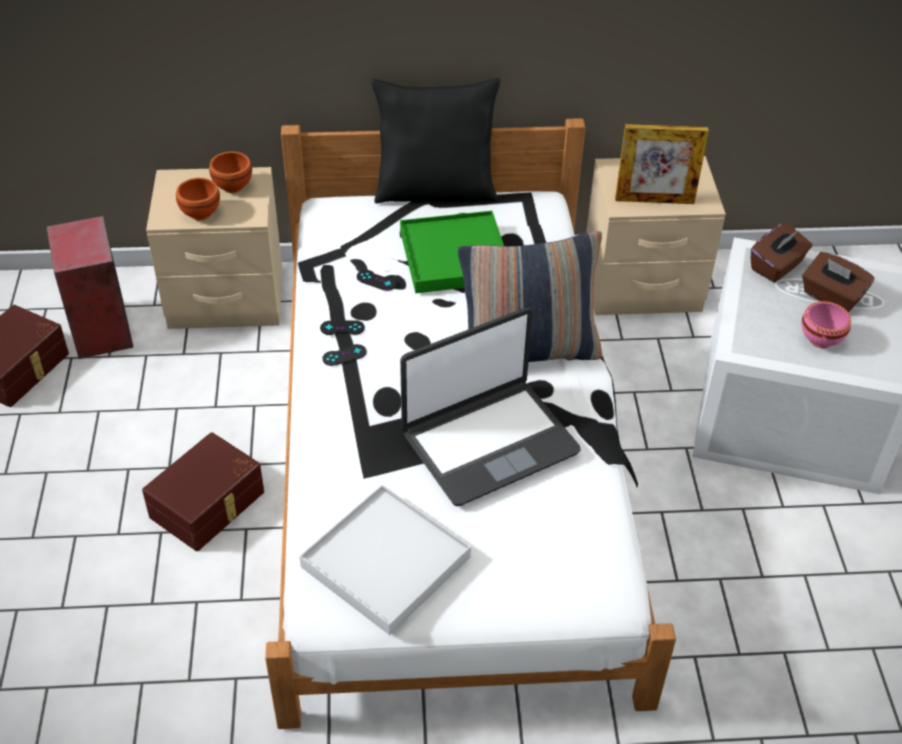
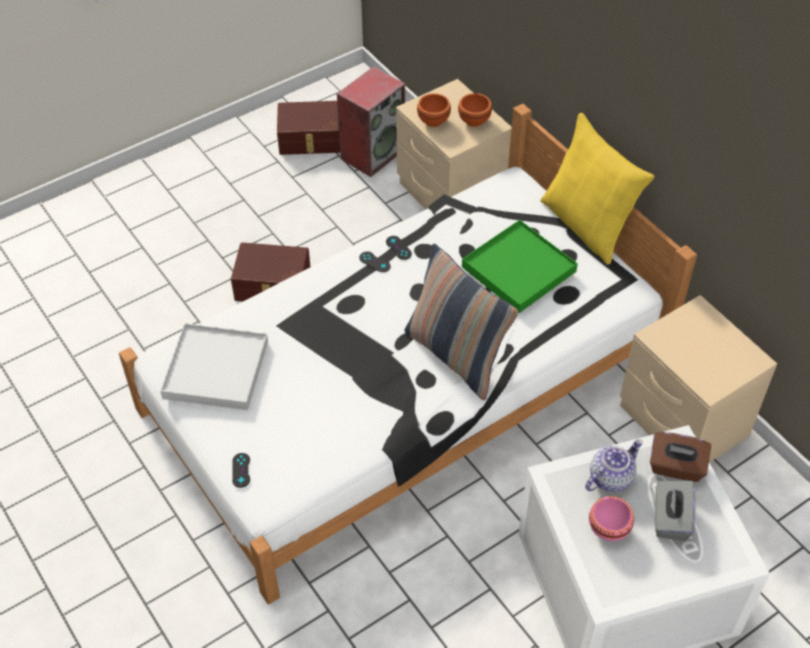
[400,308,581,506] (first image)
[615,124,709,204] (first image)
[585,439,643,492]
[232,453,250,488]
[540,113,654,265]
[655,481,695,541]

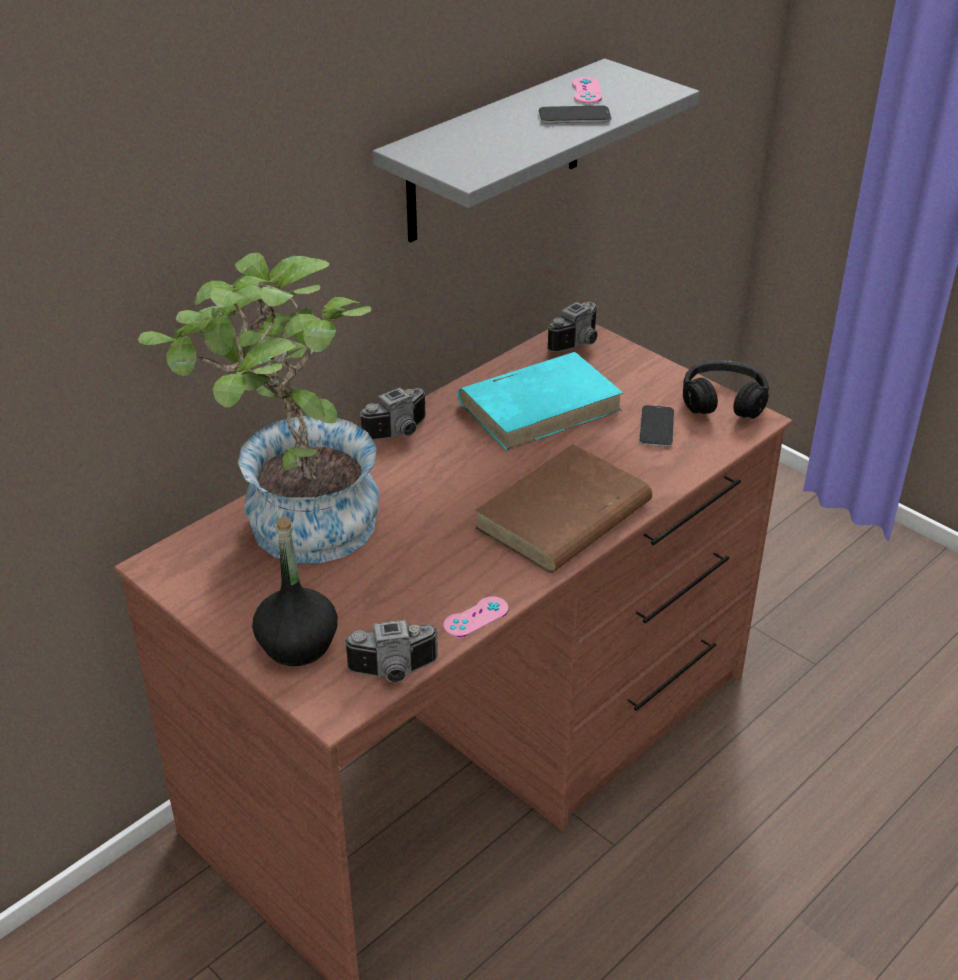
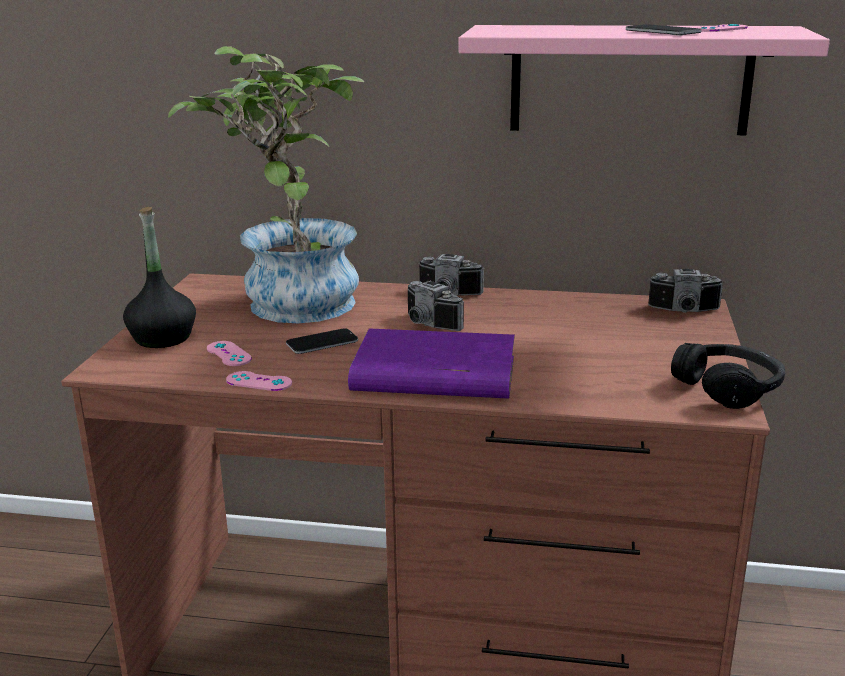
[458,352,623,451] (first image)
[207,341,252,366]
[408,281,464,331]
[286,328,358,354]
[458,25,830,135]
[348,328,515,399]

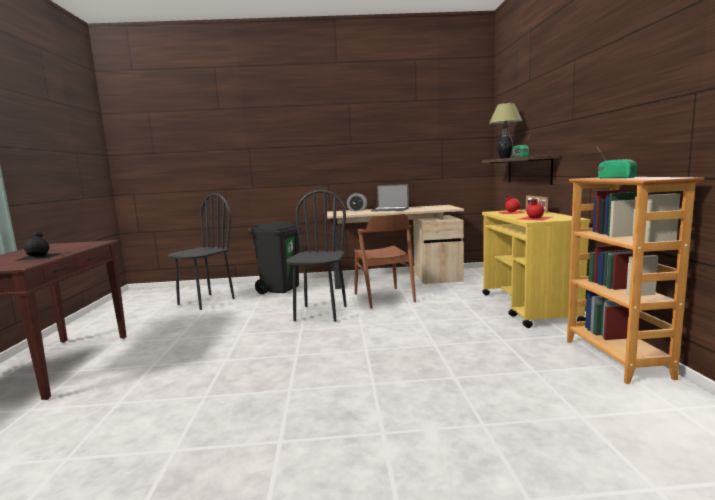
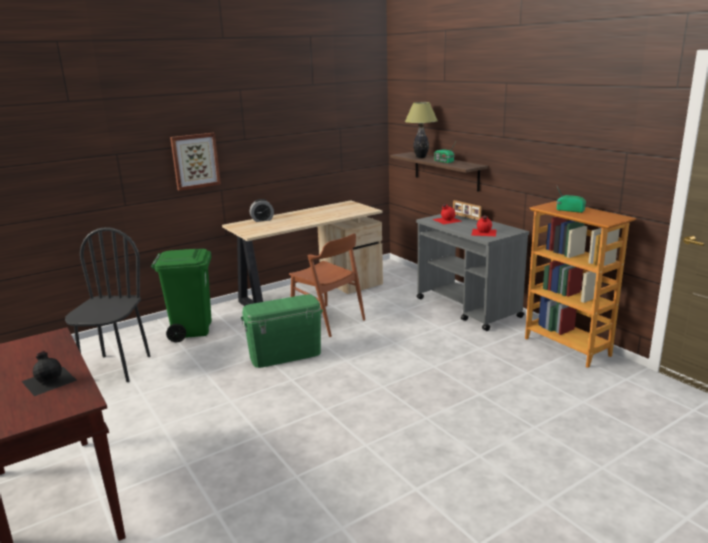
[371,184,409,212] (first image)
[170,133,221,191]
[241,294,323,368]
[151,249,212,342]
[416,214,529,331]

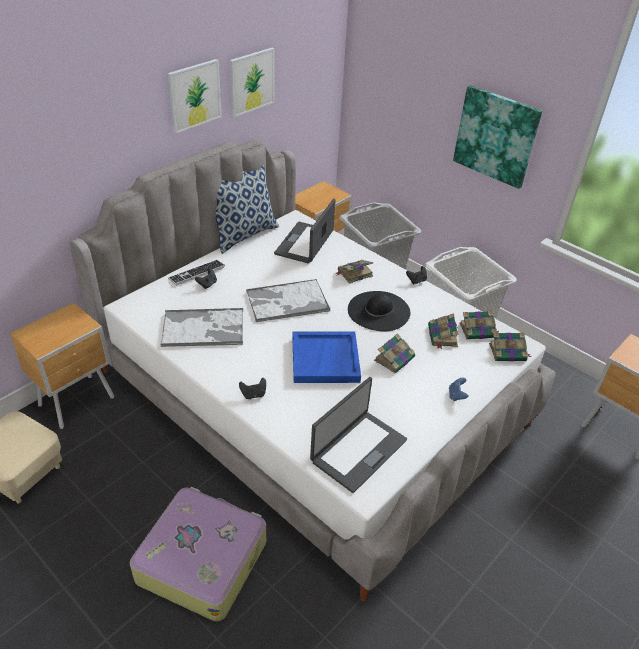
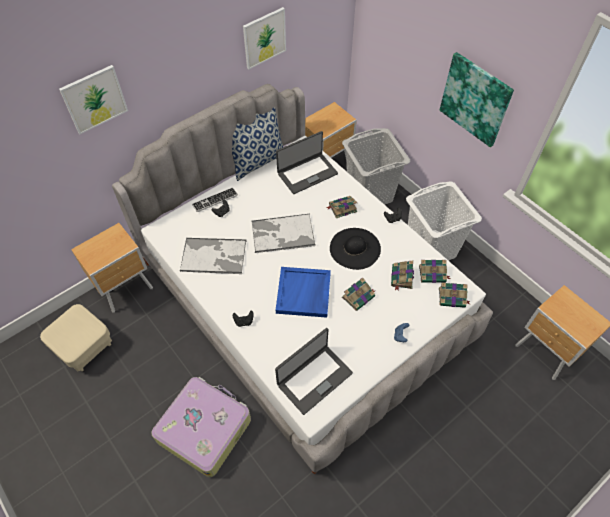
[59,65,128,134]
[276,131,338,194]

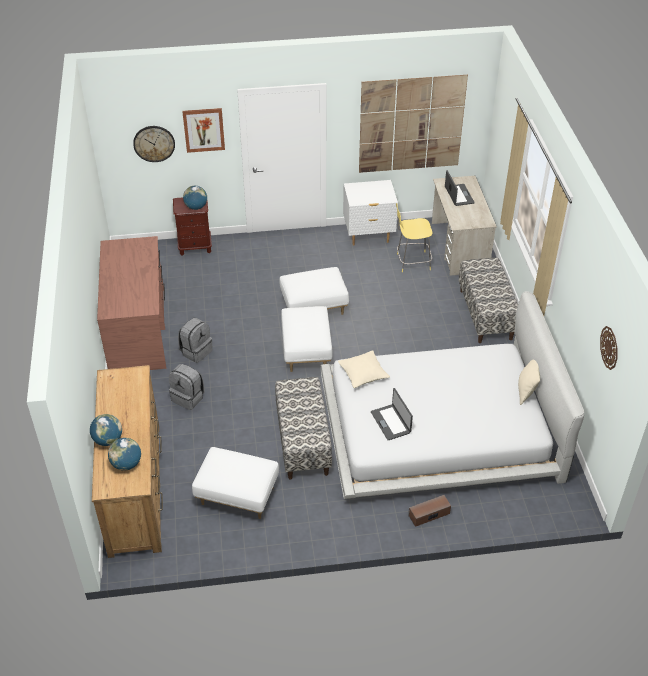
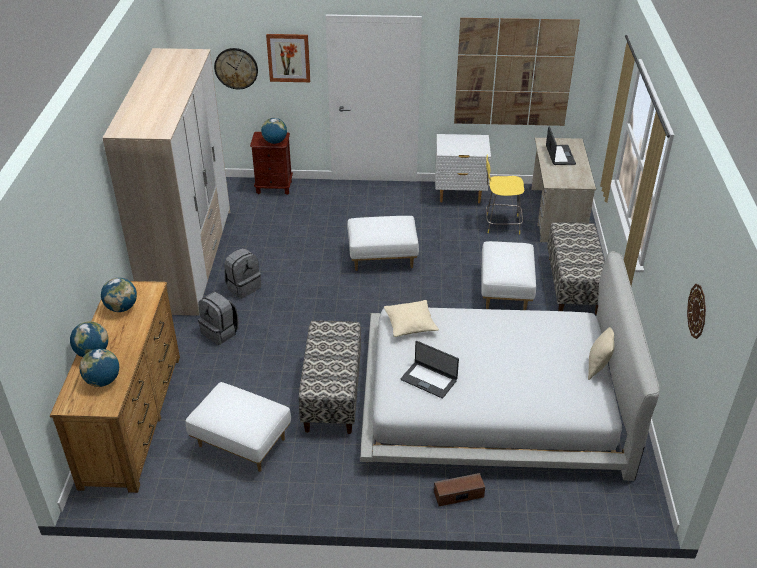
[101,278,137,312]
[481,241,536,310]
[103,48,230,316]
[401,341,459,399]

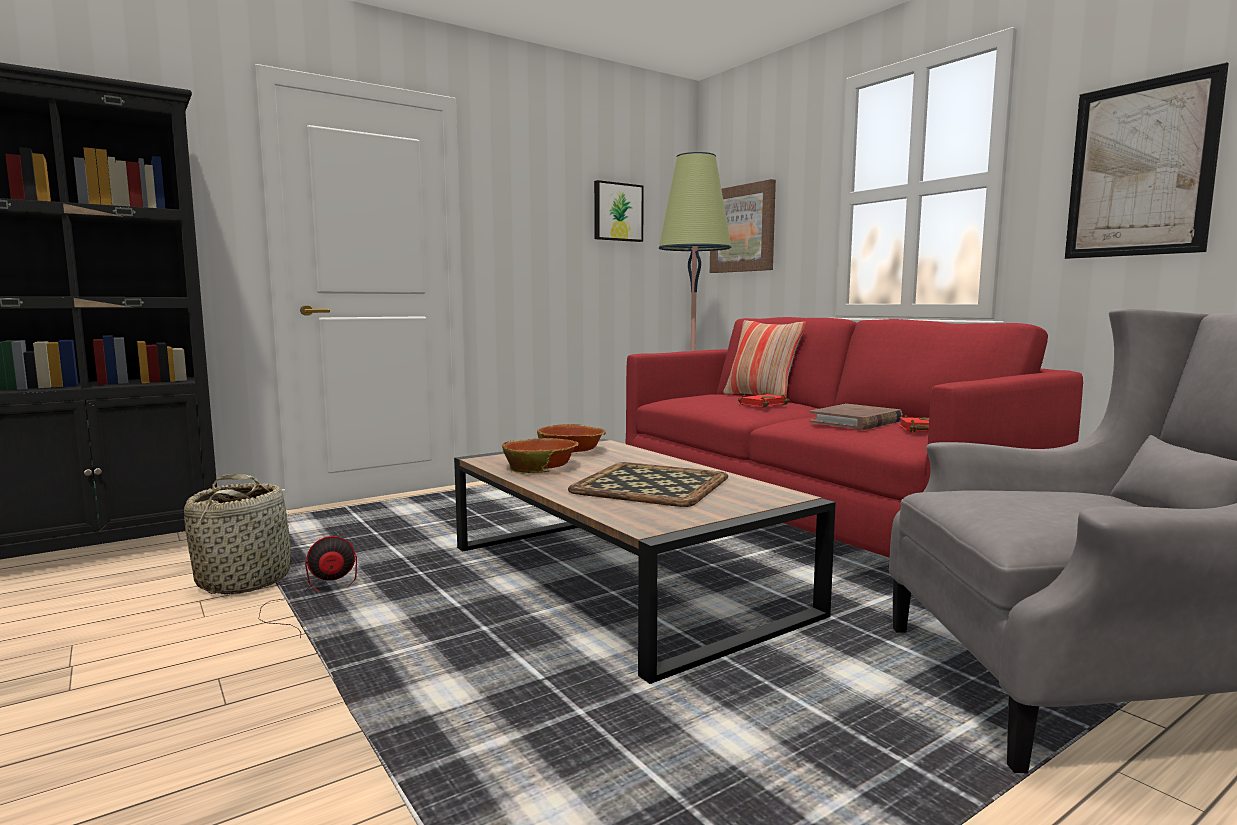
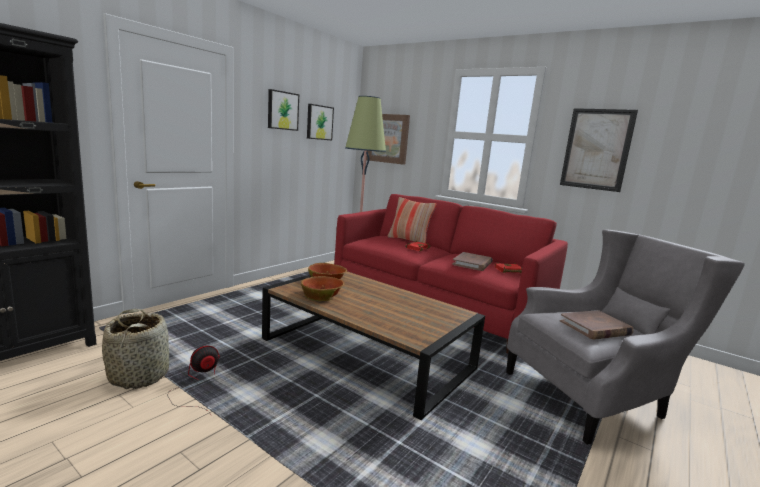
[568,462,728,507] (first image)
[268,89,299,131]
[560,310,634,340]

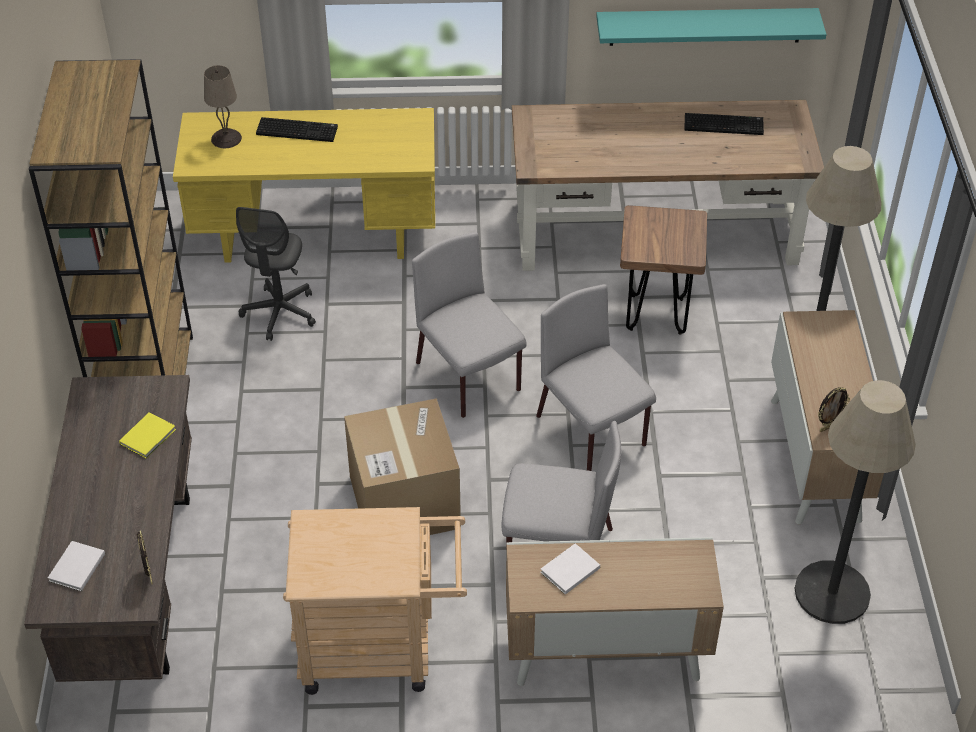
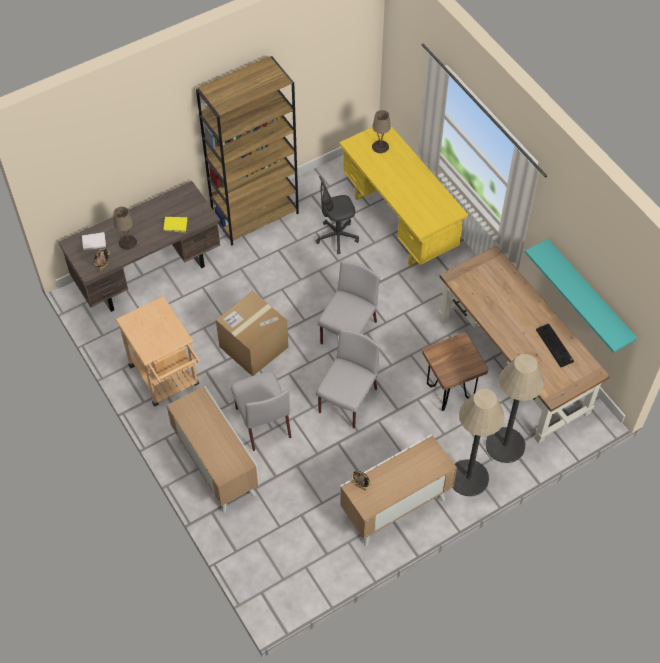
[256,117,338,142] (first image)
[540,543,600,595] (first image)
[114,207,137,250]
[486,354,544,463]

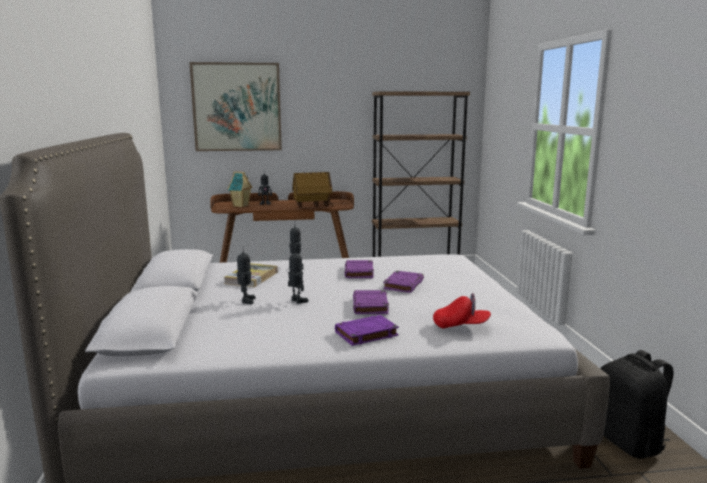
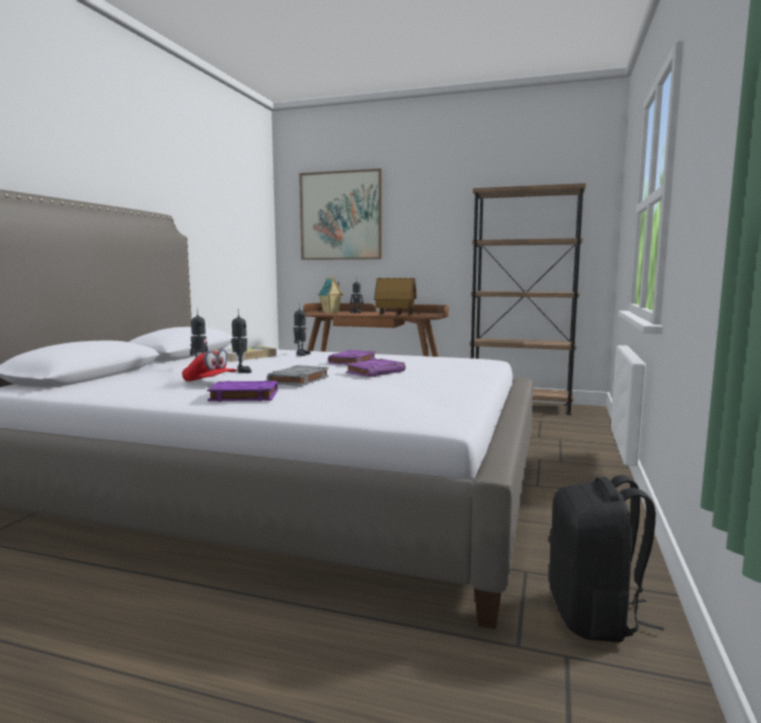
[182,349,237,382]
[267,365,329,386]

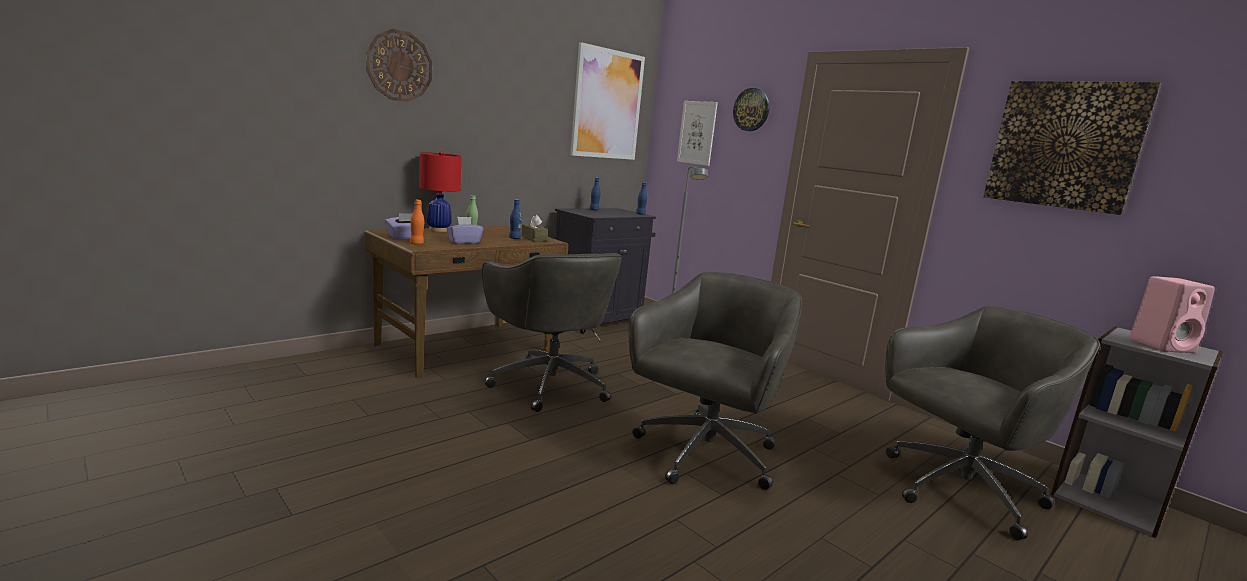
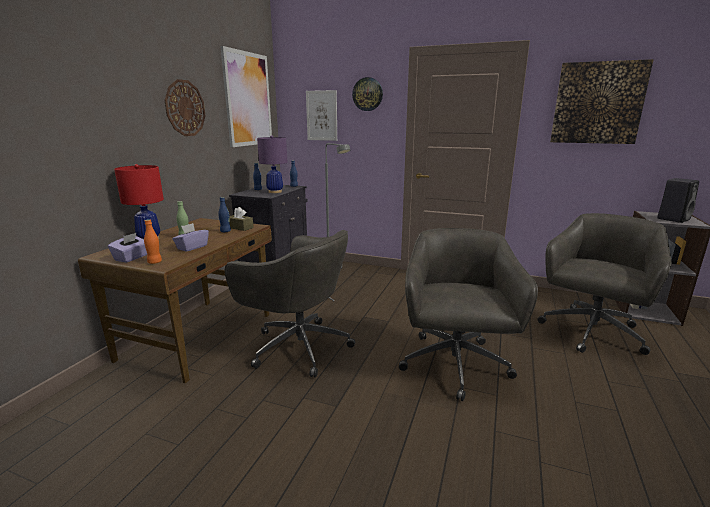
[257,135,287,193]
[165,79,205,136]
[657,178,699,223]

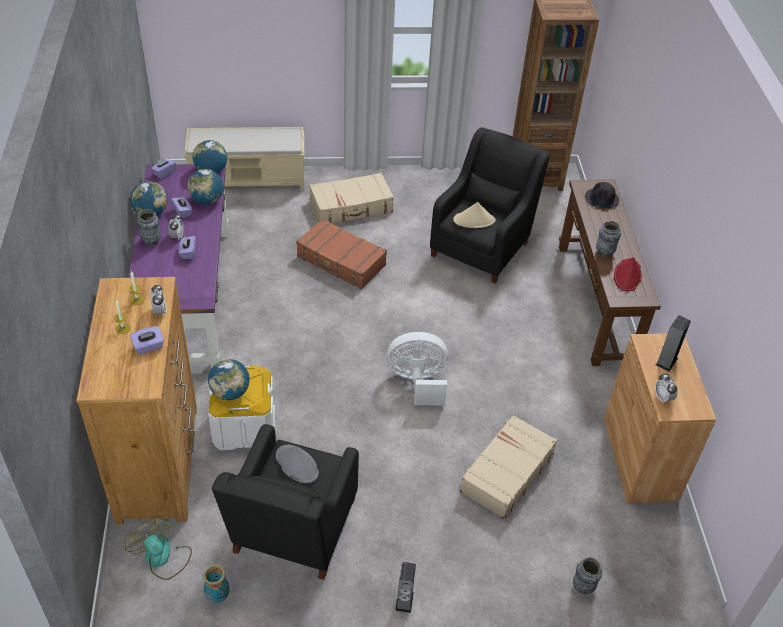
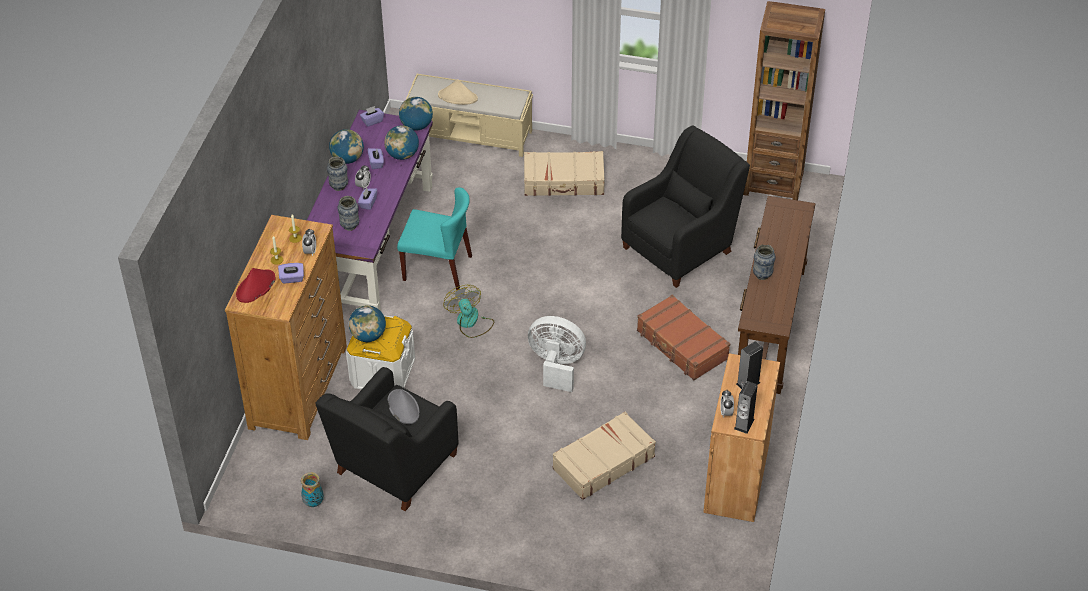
[585,182,619,209] (first image)
[397,187,472,290]
[443,285,494,338]
[637,295,730,380]
[734,381,758,434]
[438,79,478,105]
[337,196,359,231]
[236,268,275,303]

